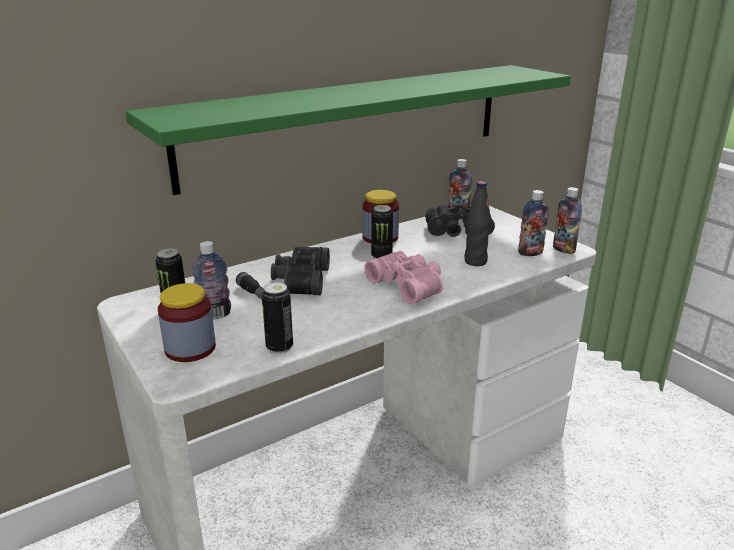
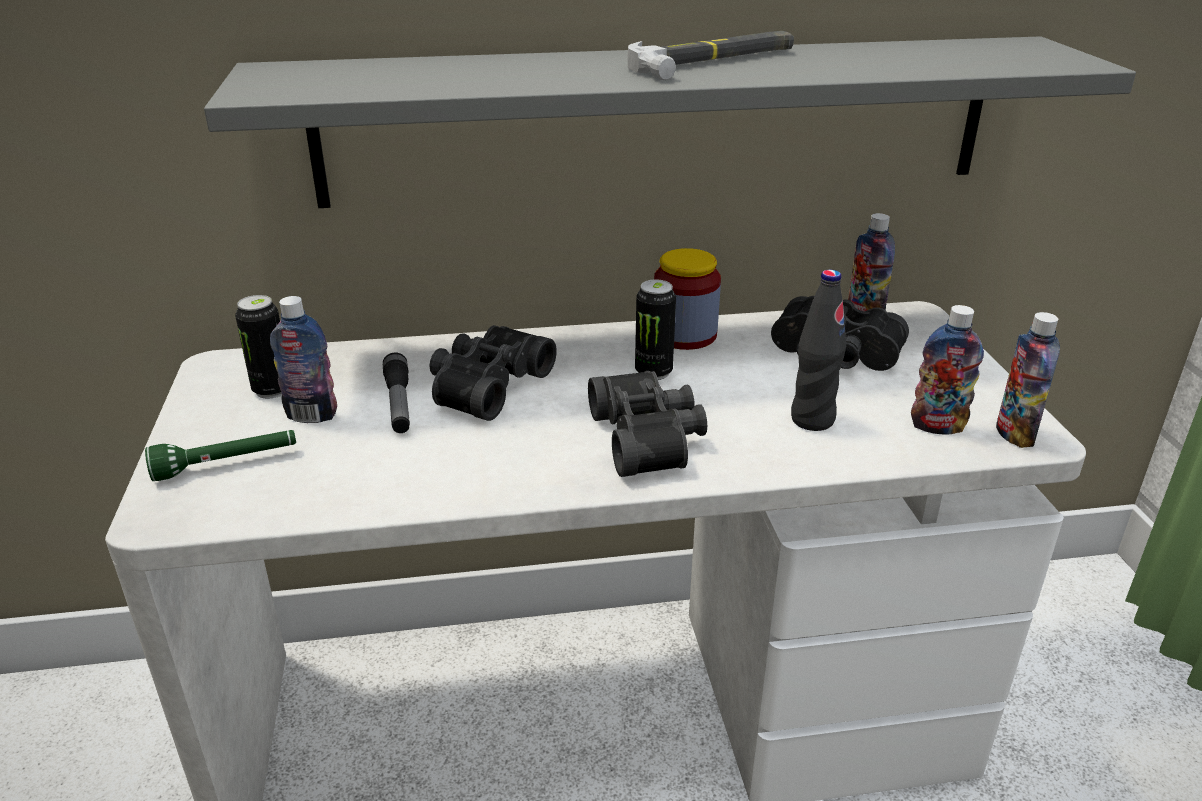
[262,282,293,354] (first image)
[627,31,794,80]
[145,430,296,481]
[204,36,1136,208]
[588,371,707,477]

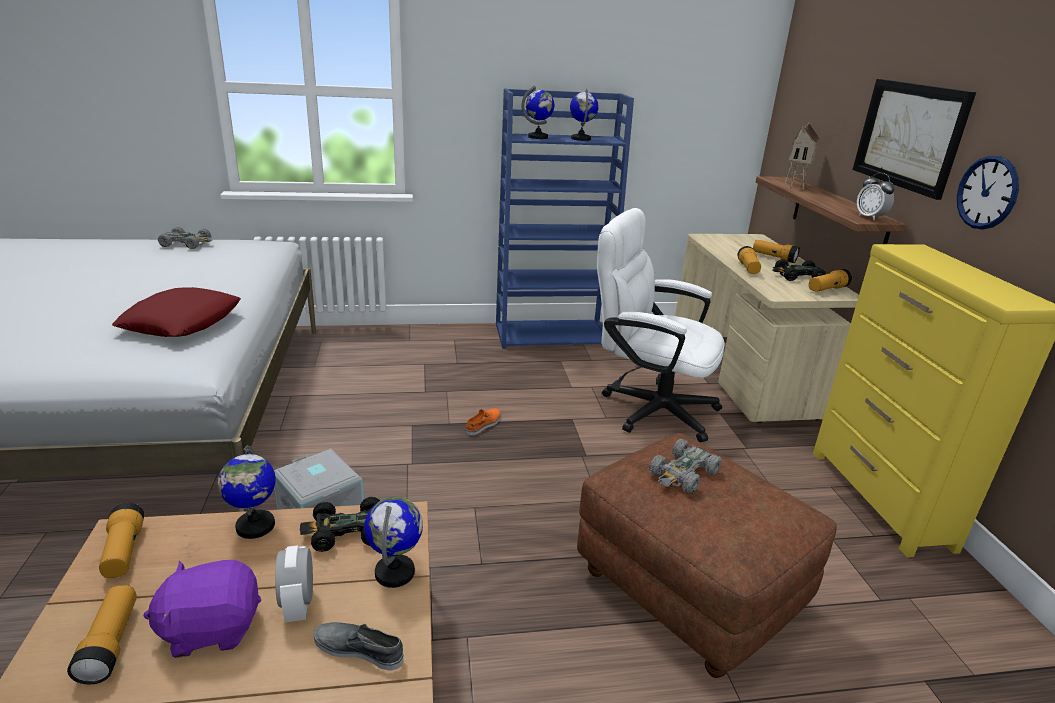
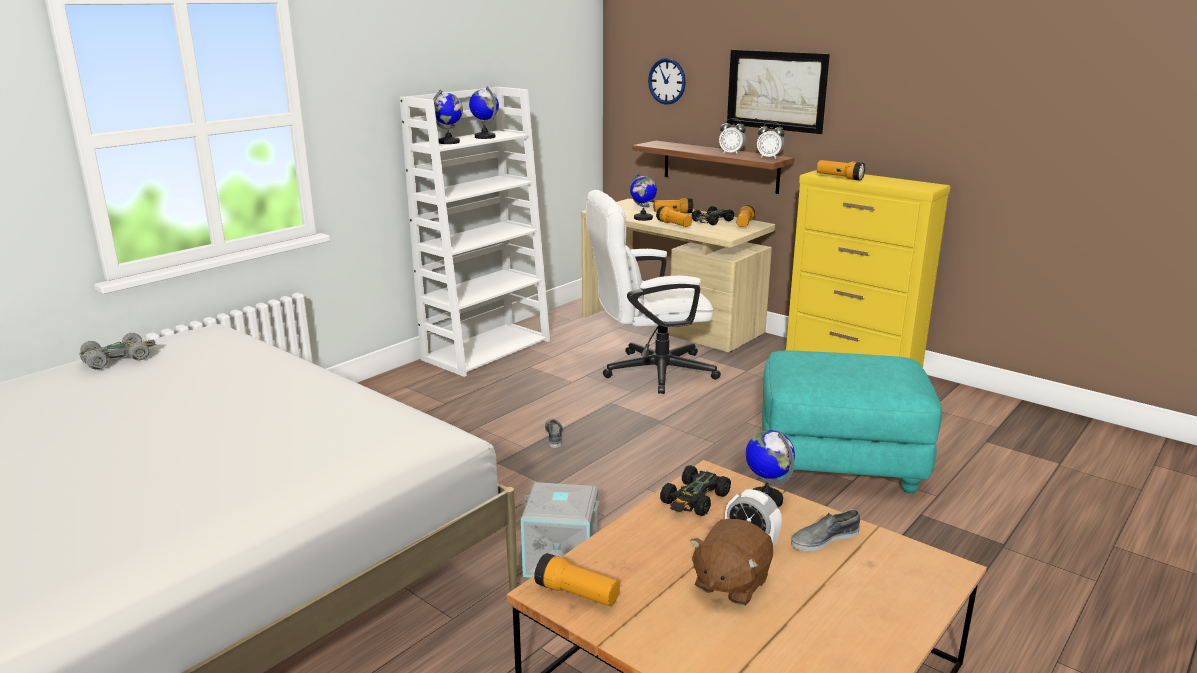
[112,287,241,337] (first image)
[649,439,722,493] (first image)
[783,122,820,189] (first image)
[719,118,746,155]
[817,160,865,181]
[630,172,657,221]
[648,58,686,105]
[690,519,773,605]
[545,419,563,448]
[400,87,550,377]
[762,350,942,494]

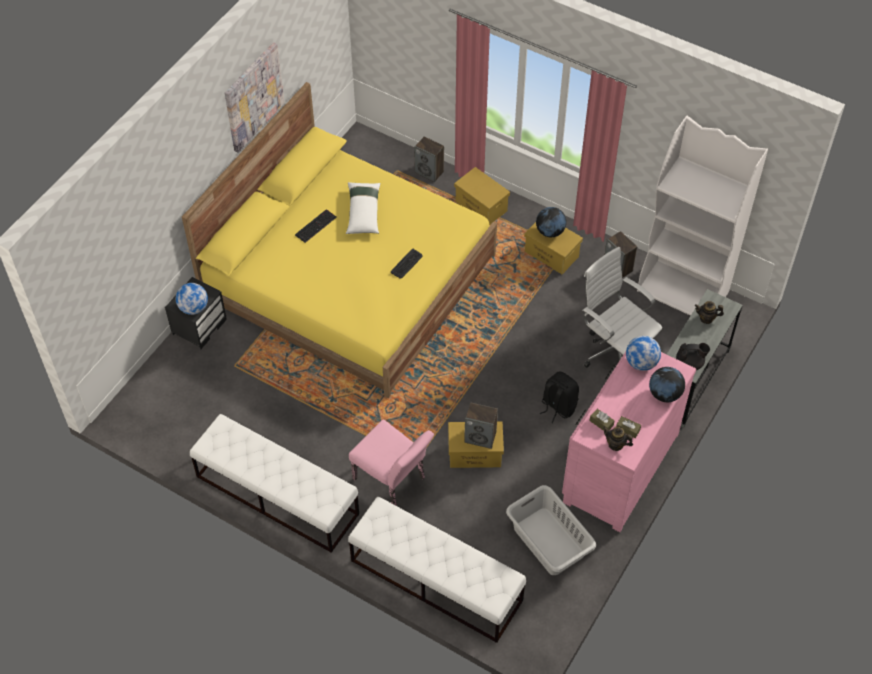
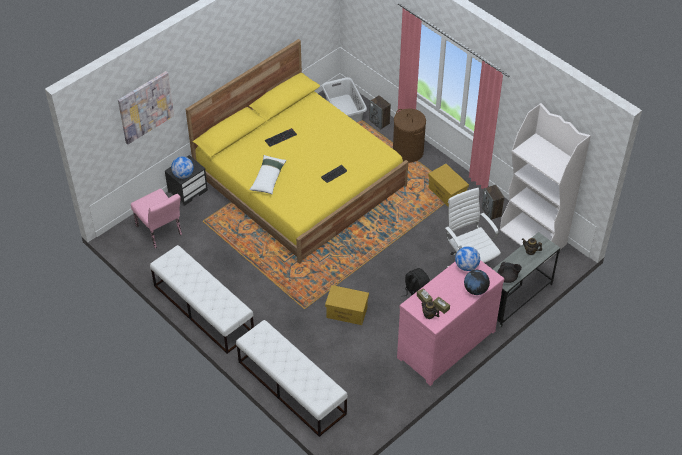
[464,403,498,449] (first image)
[536,207,567,237] (first image)
[118,71,174,144]
[249,155,286,194]
[131,189,182,248]
[322,77,367,122]
[393,108,426,163]

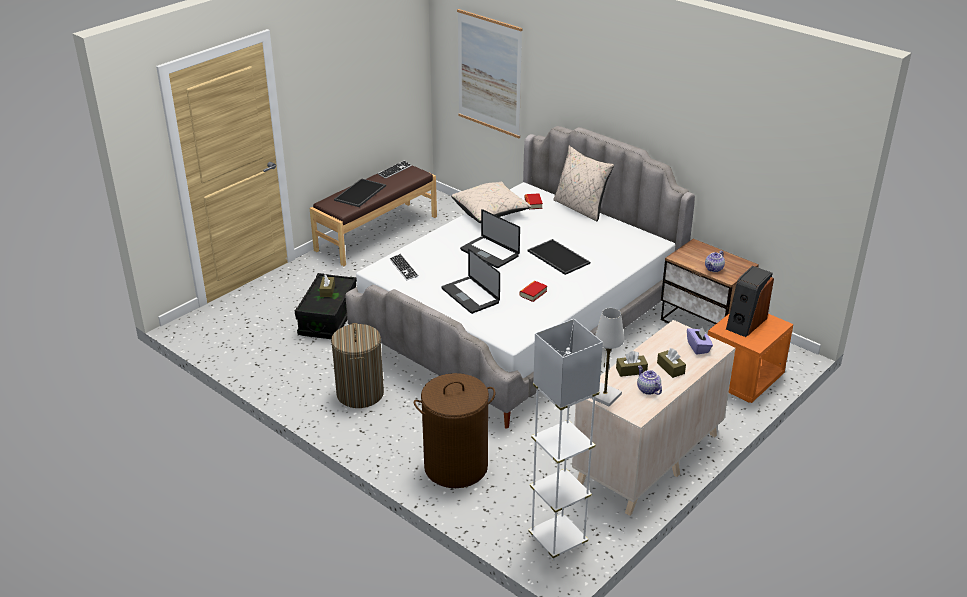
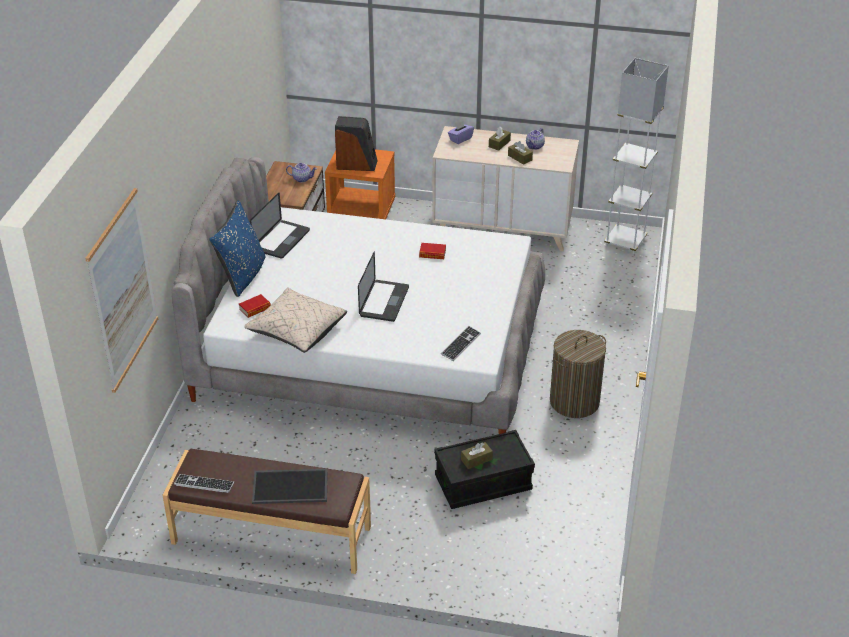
[414,373,495,488] (first image)
[528,239,590,275] (first image)
[591,308,624,406] (first image)
[250,192,310,259]
[209,201,265,297]

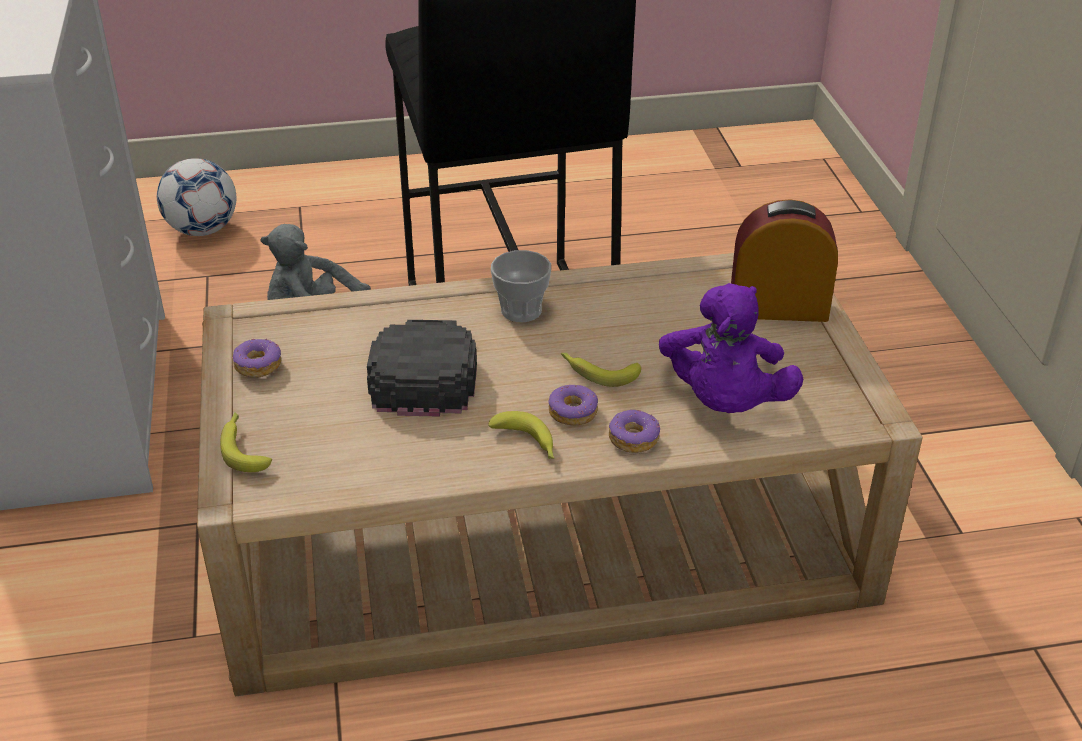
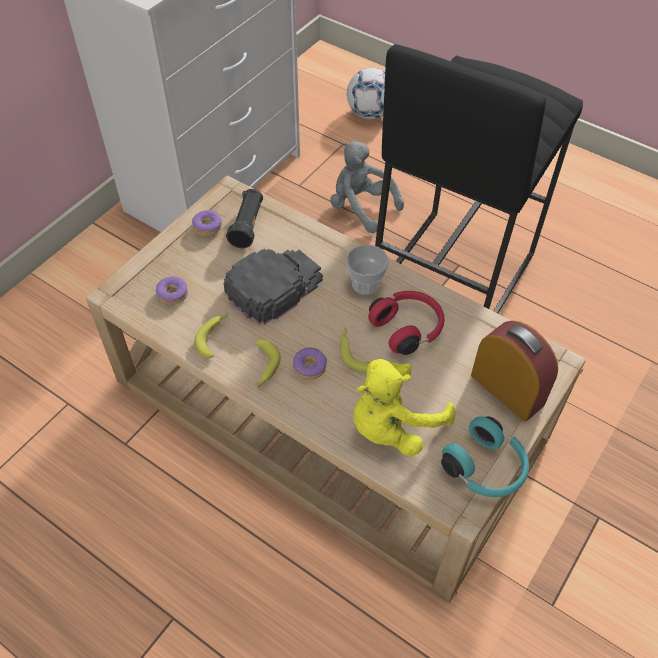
[226,189,263,248]
[368,291,445,355]
[441,416,529,497]
[194,312,228,359]
[156,276,188,305]
[353,359,456,456]

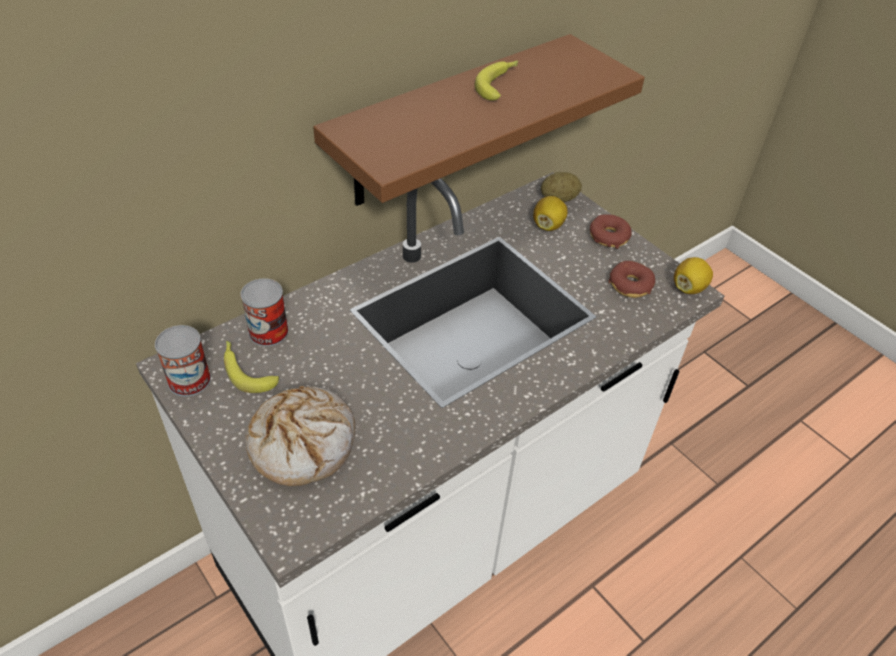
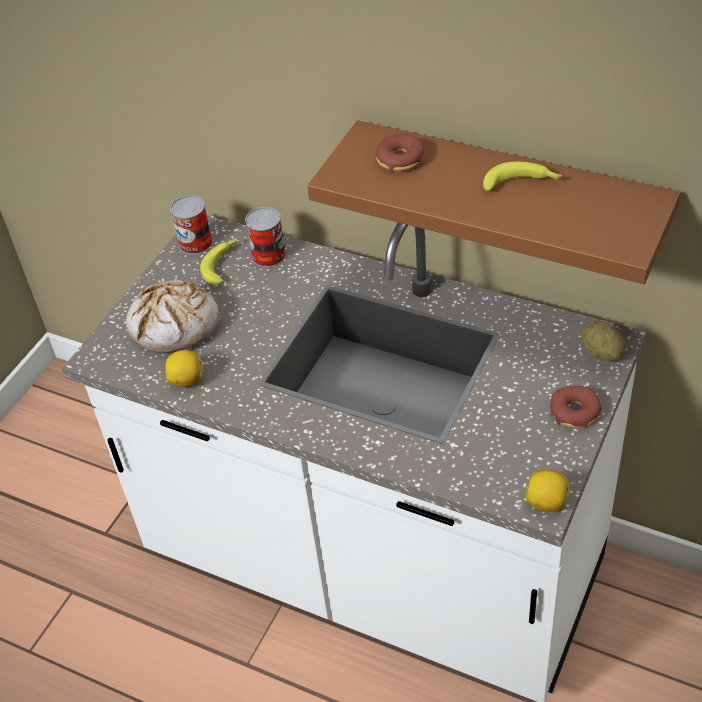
[165,350,203,387]
[375,134,424,171]

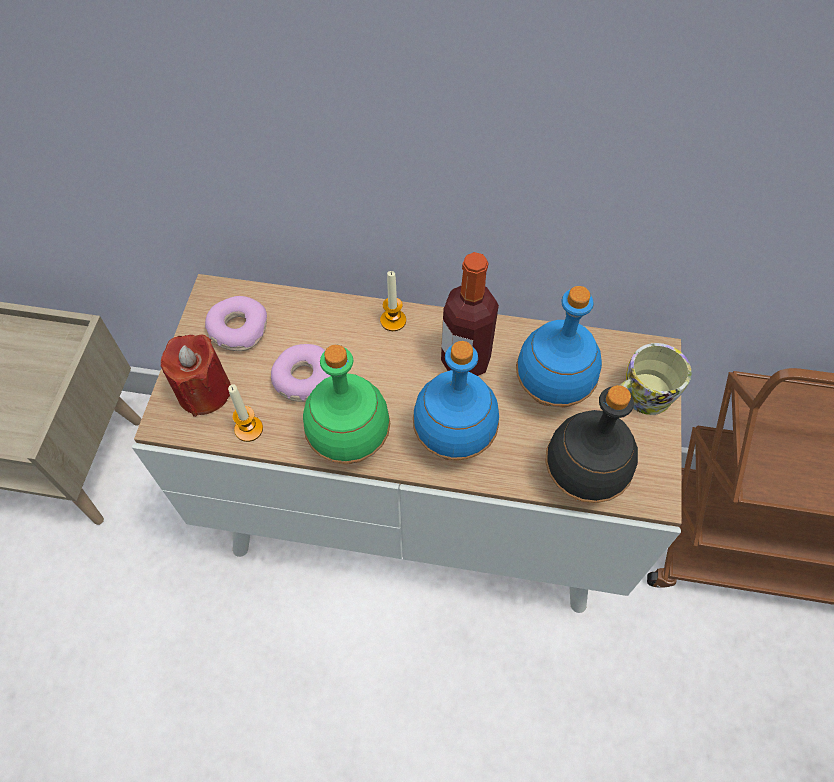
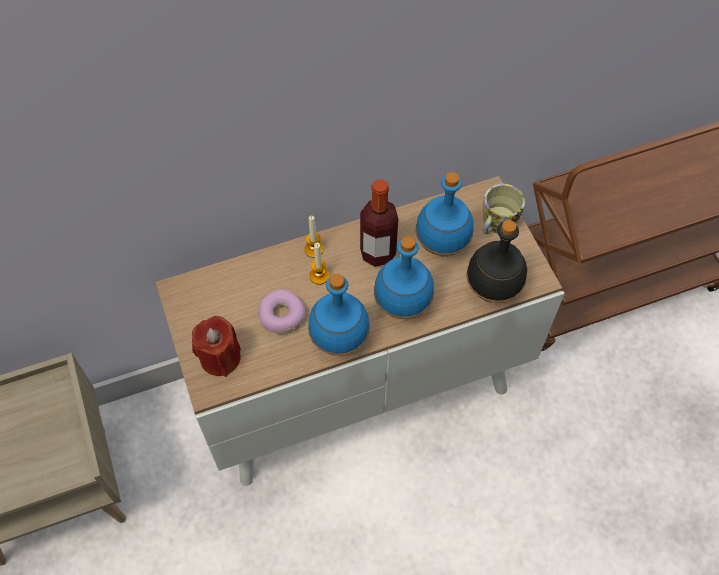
[205,296,267,351] (first image)
[310,243,329,285]
[308,274,370,356]

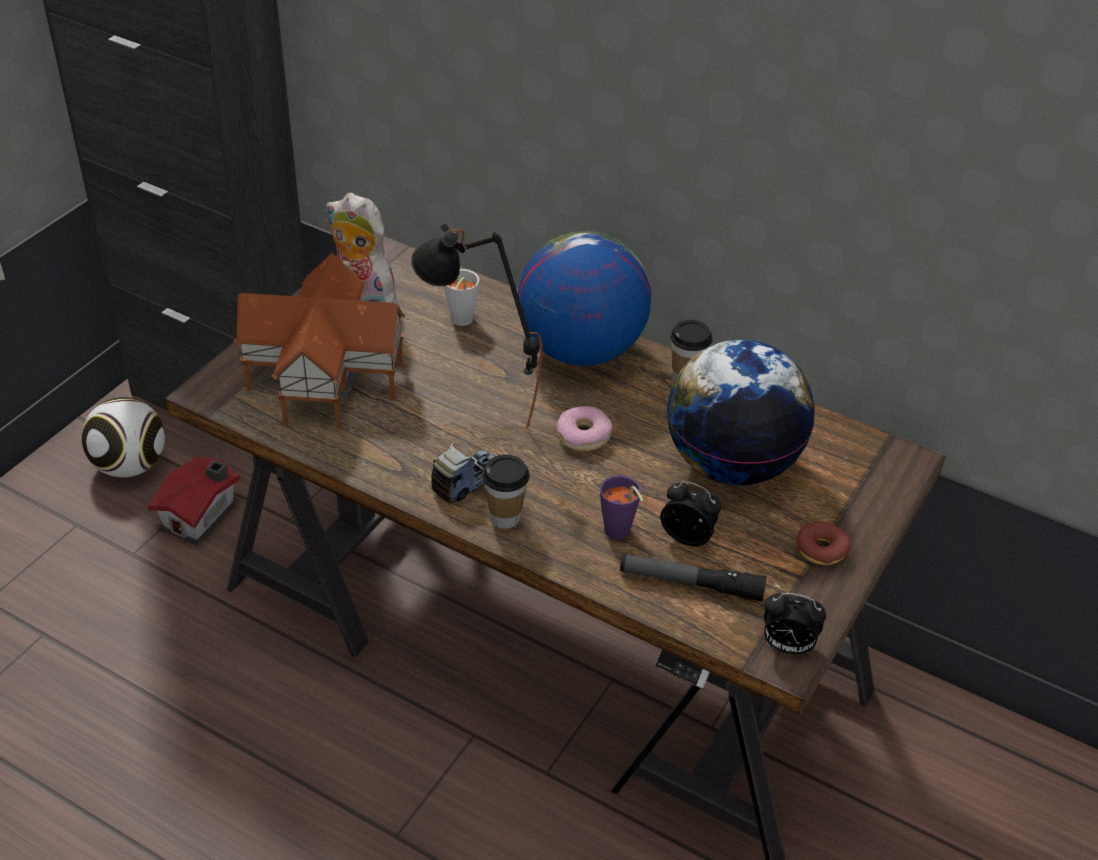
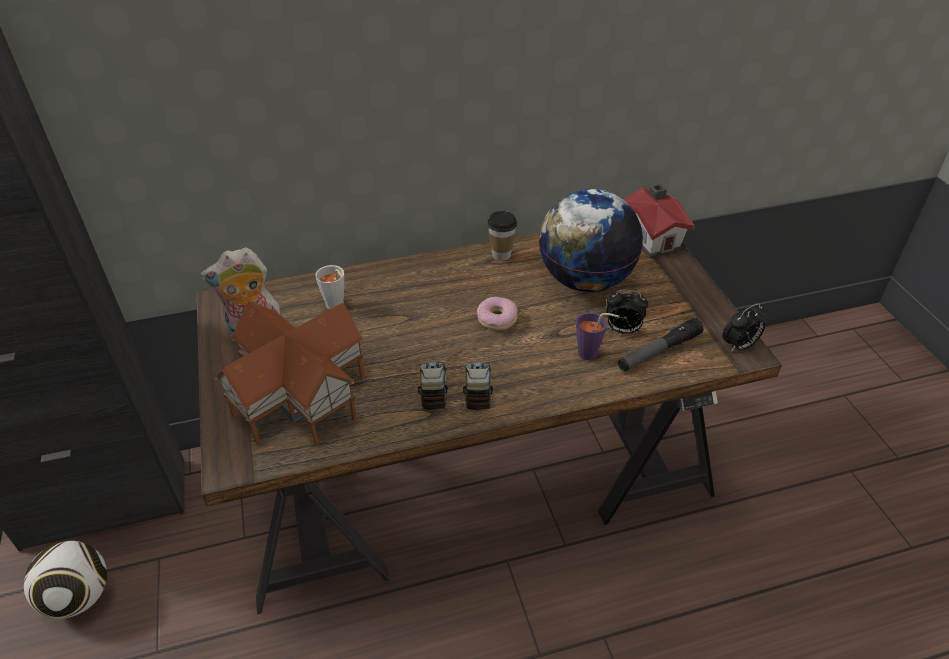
[411,224,542,429] (first image)
[482,454,530,529] (first image)
[518,231,651,366] (first image)
[796,521,850,565] (first image)
[418,361,448,410]
[623,184,695,258]
[606,290,648,334]

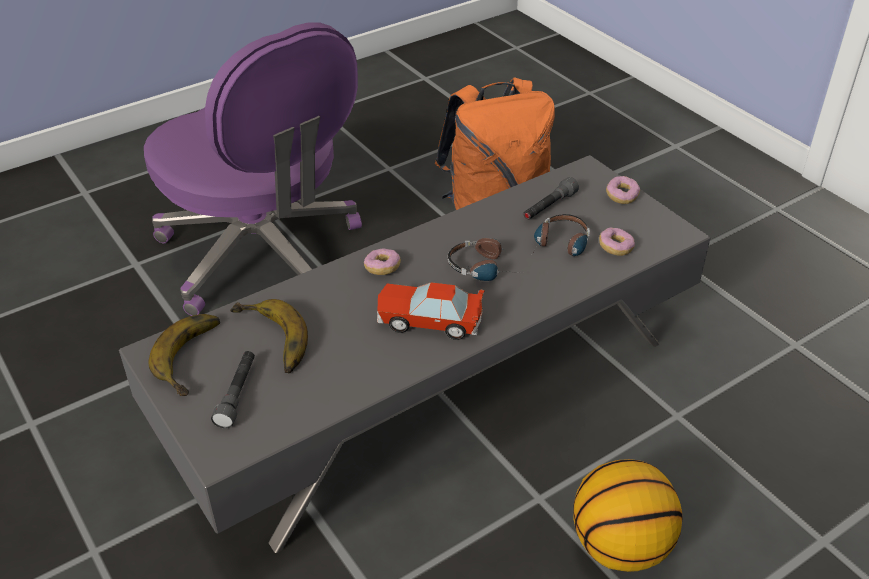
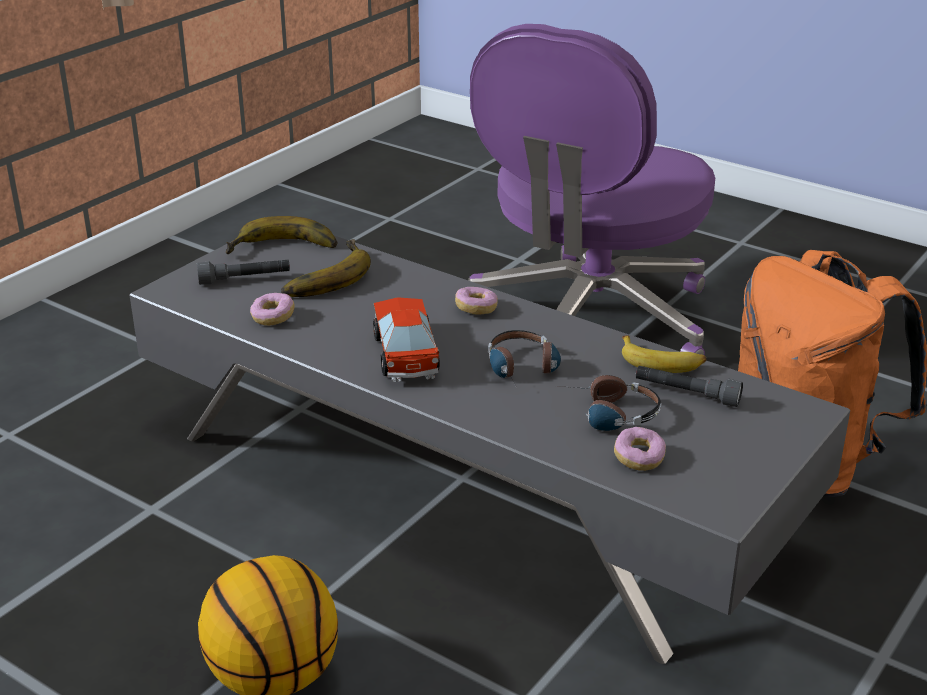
[622,335,706,373]
[250,293,295,326]

